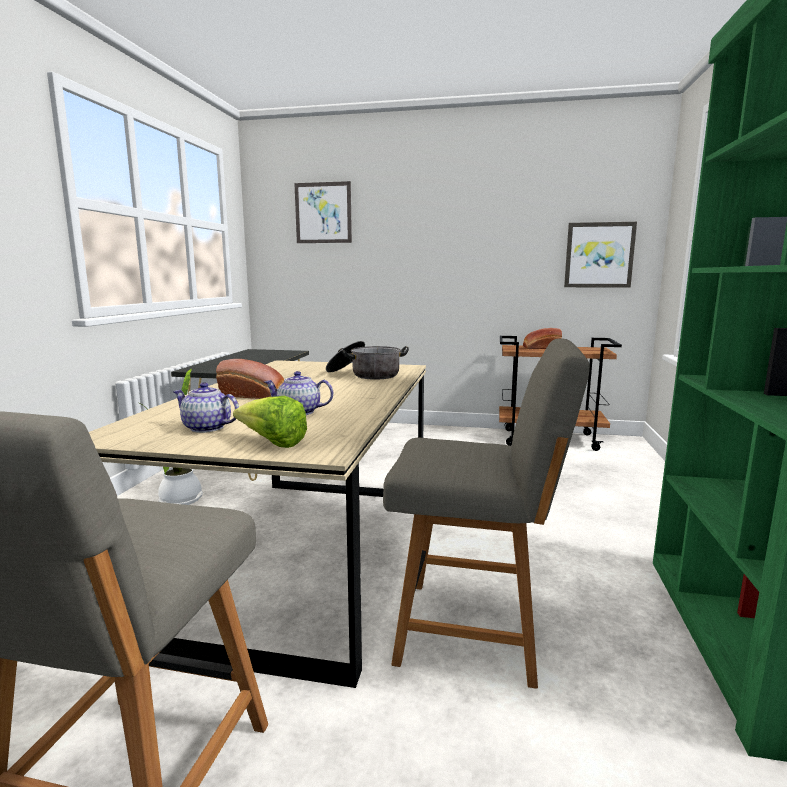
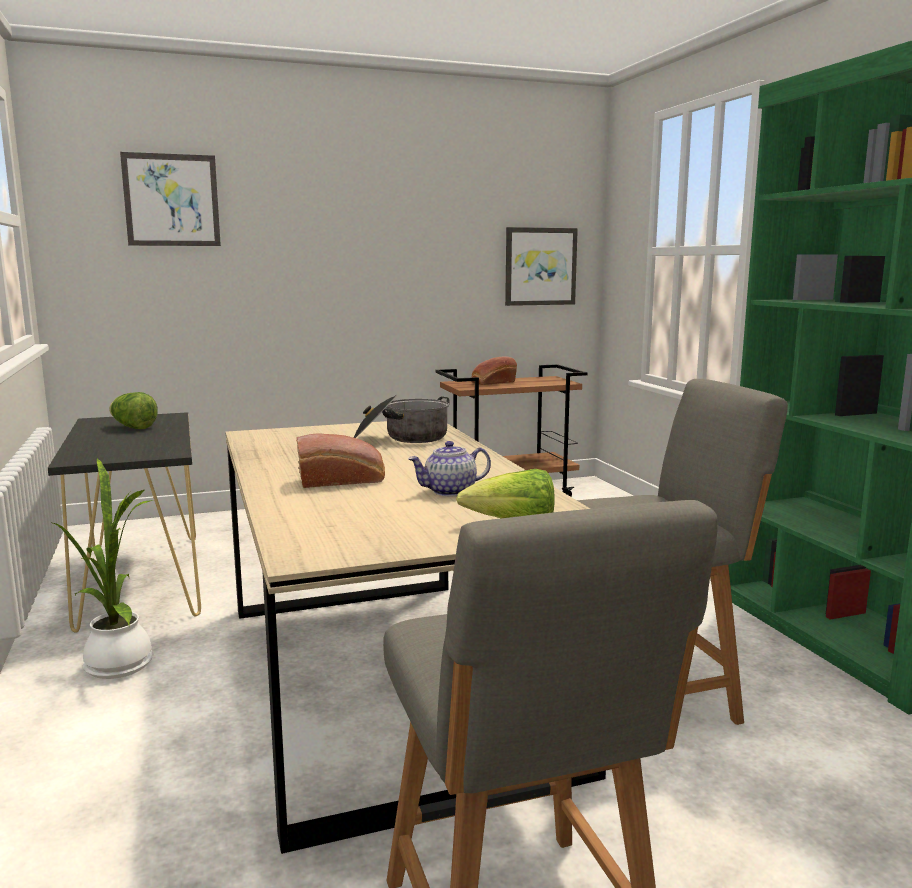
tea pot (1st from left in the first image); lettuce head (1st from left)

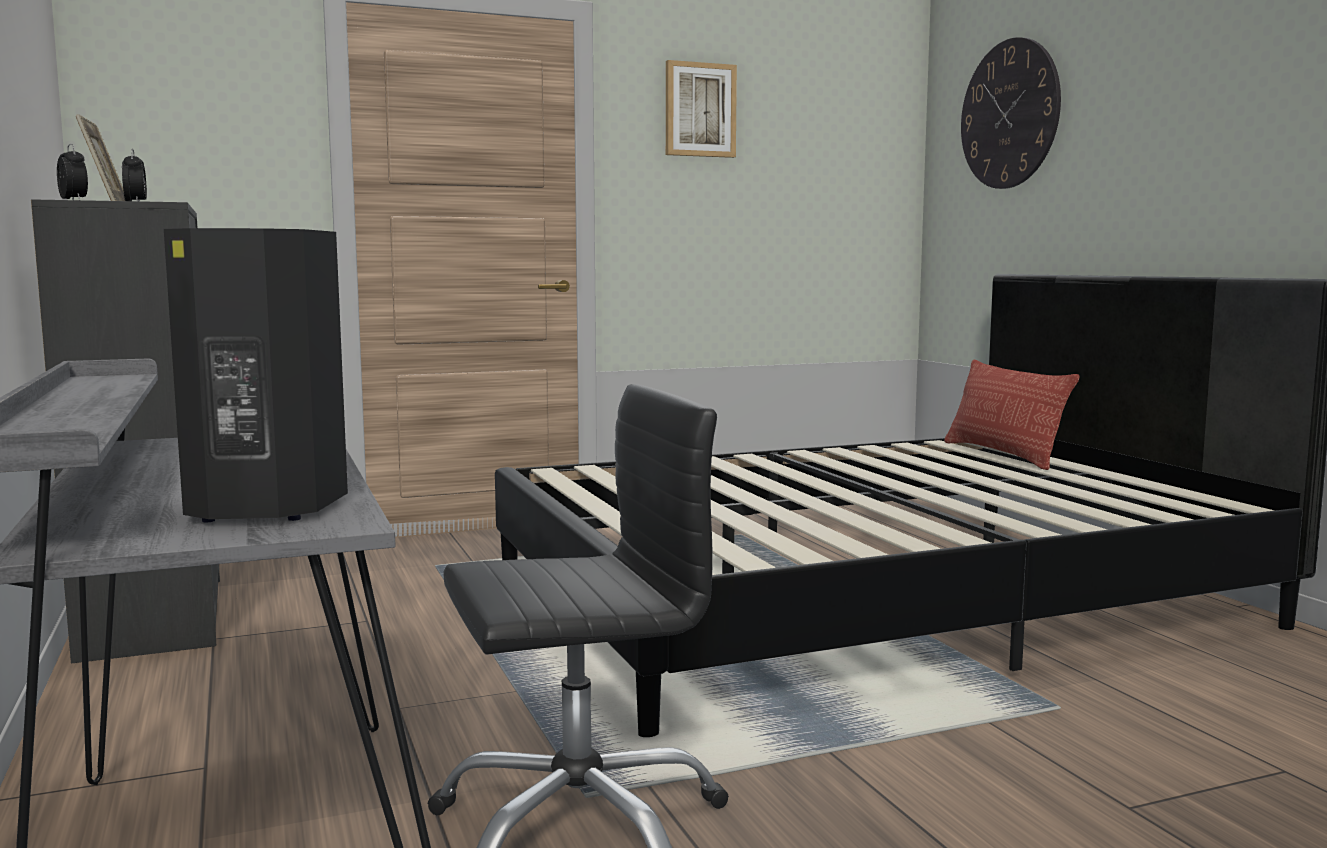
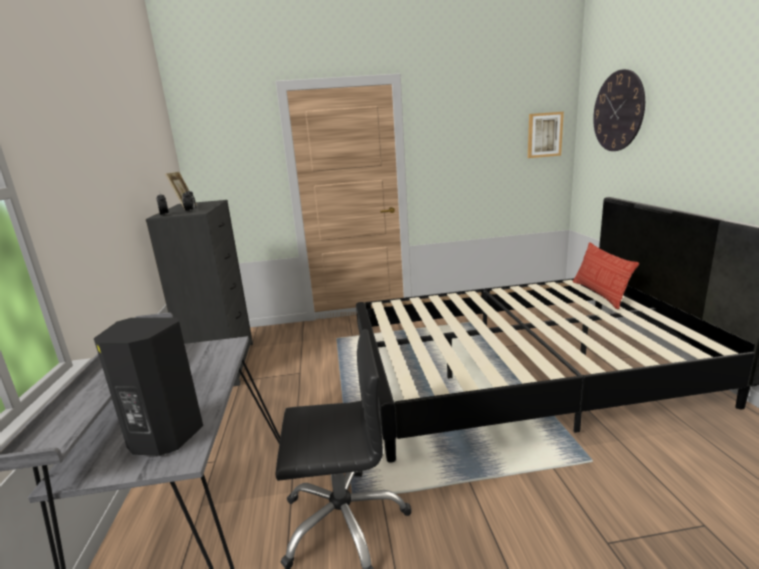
wall picture

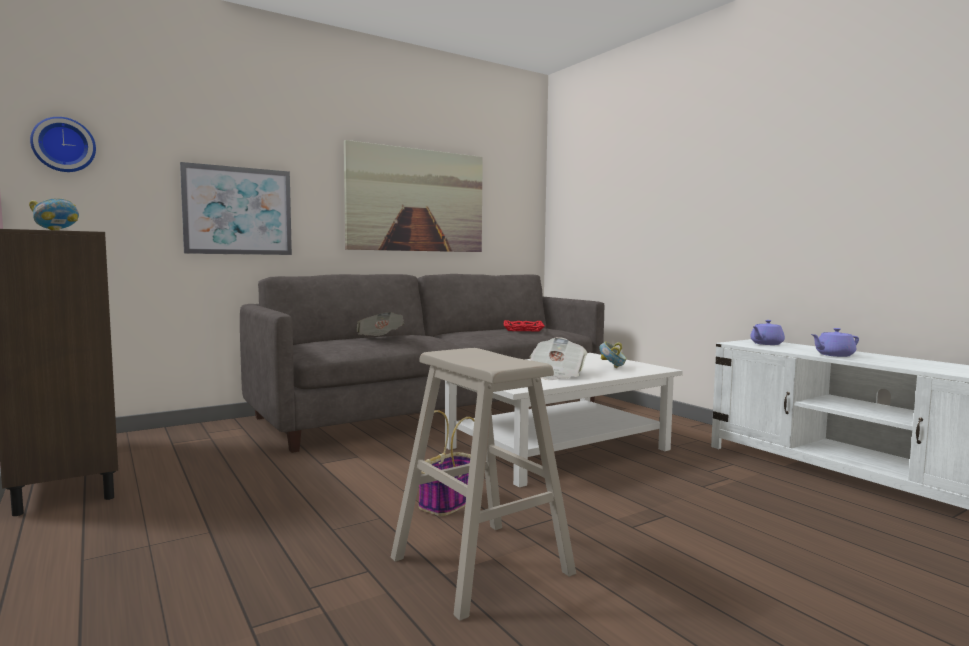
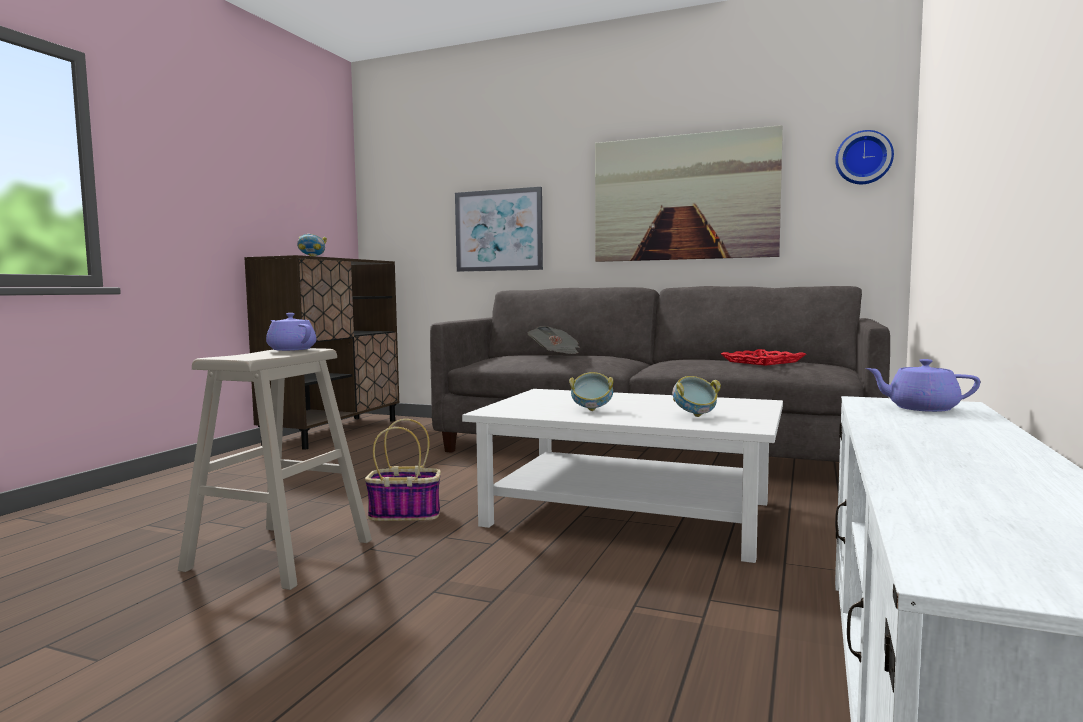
clock on the wall; tea pot/purple (1st from left); deep dish (2nd from left)

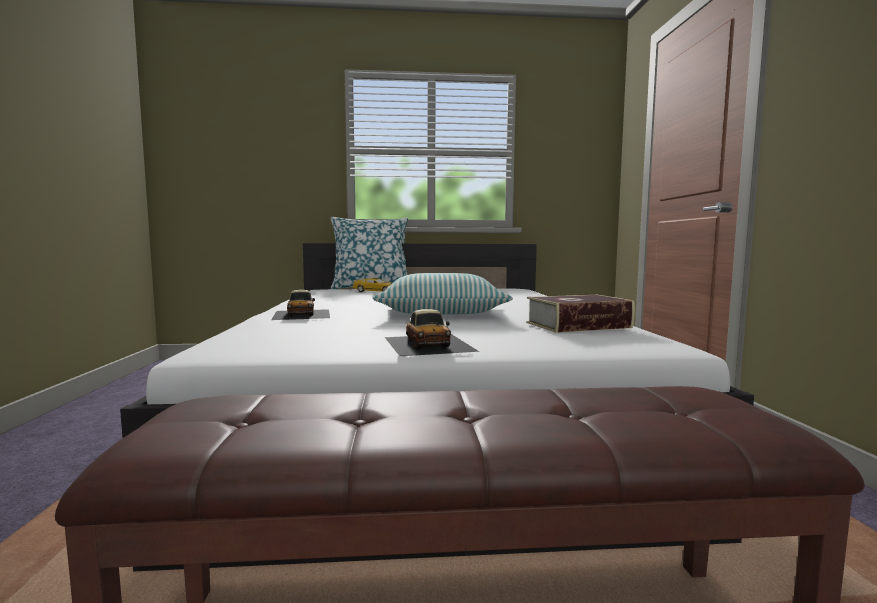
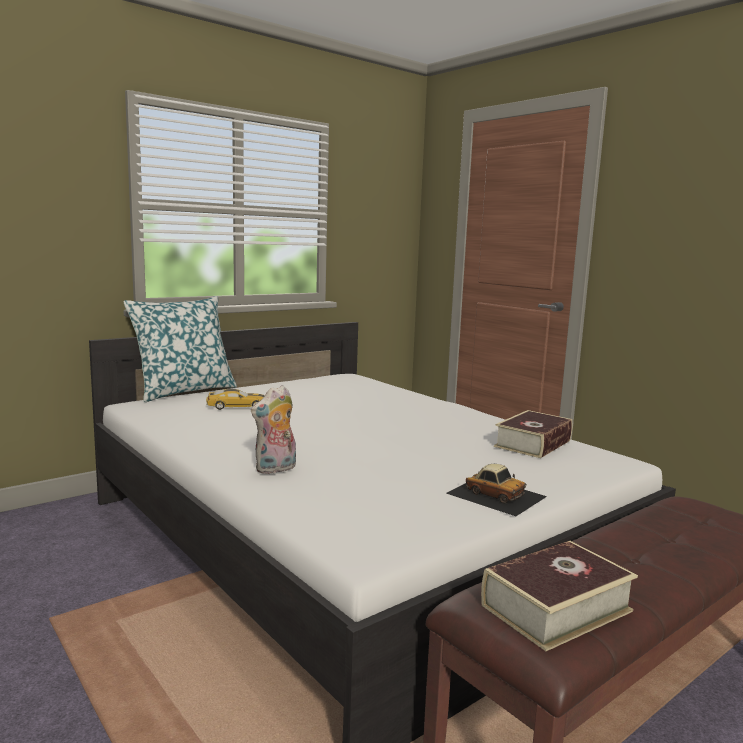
throw pillow (2nd from left in the first image); bound book (2nd from left); plush toy

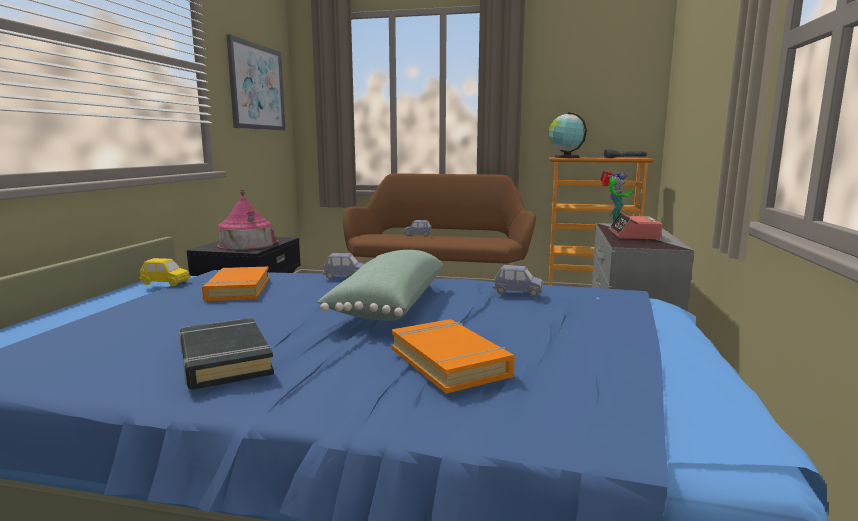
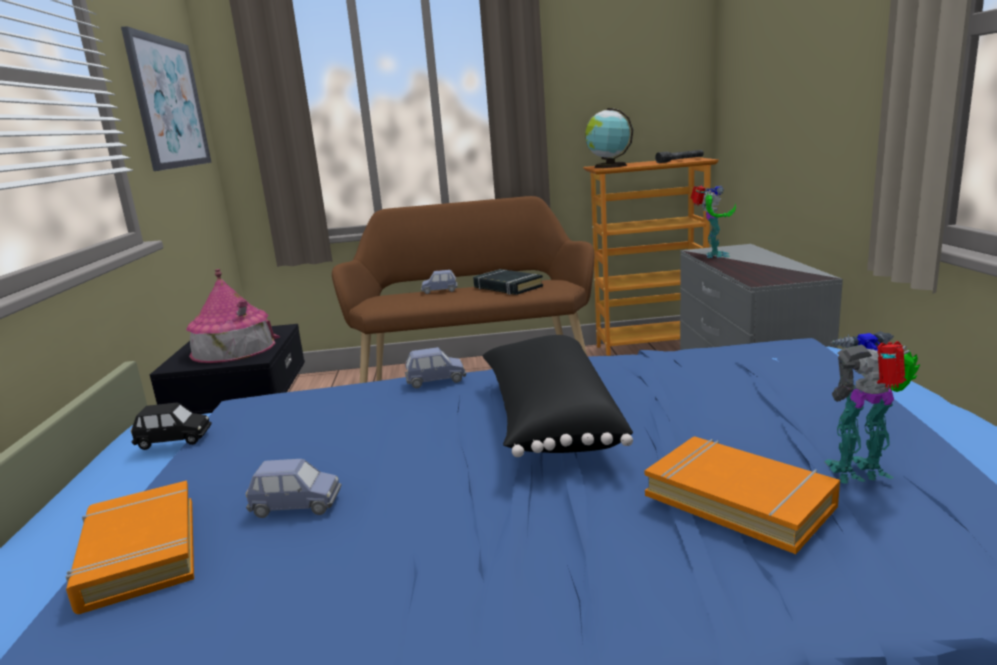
alarm clock; model robot (2nd from left); bound book/blackish; bound book/orange (1st from left); toy car/bluish (1st from left); toy car/blackish; throw pillow/blackish

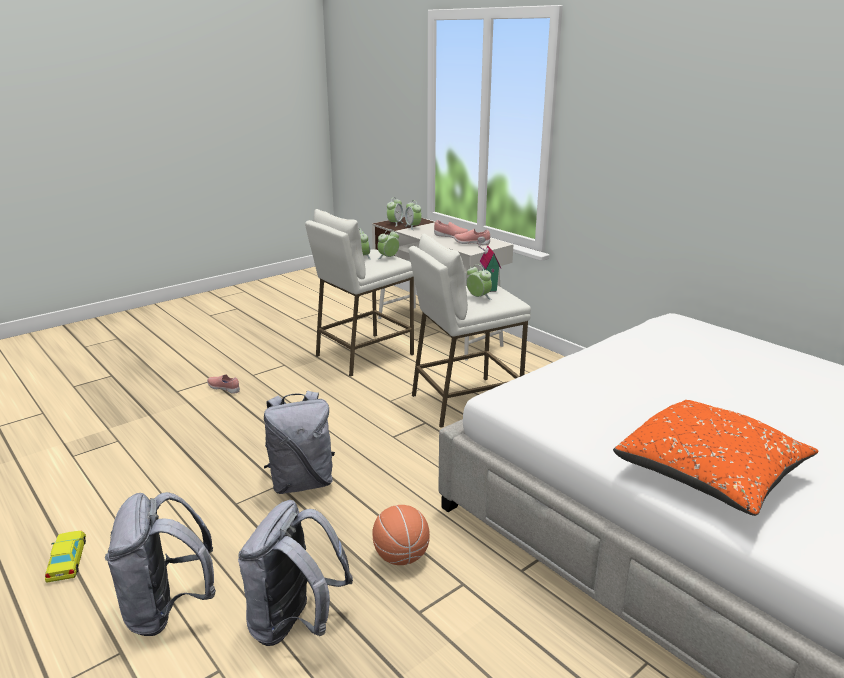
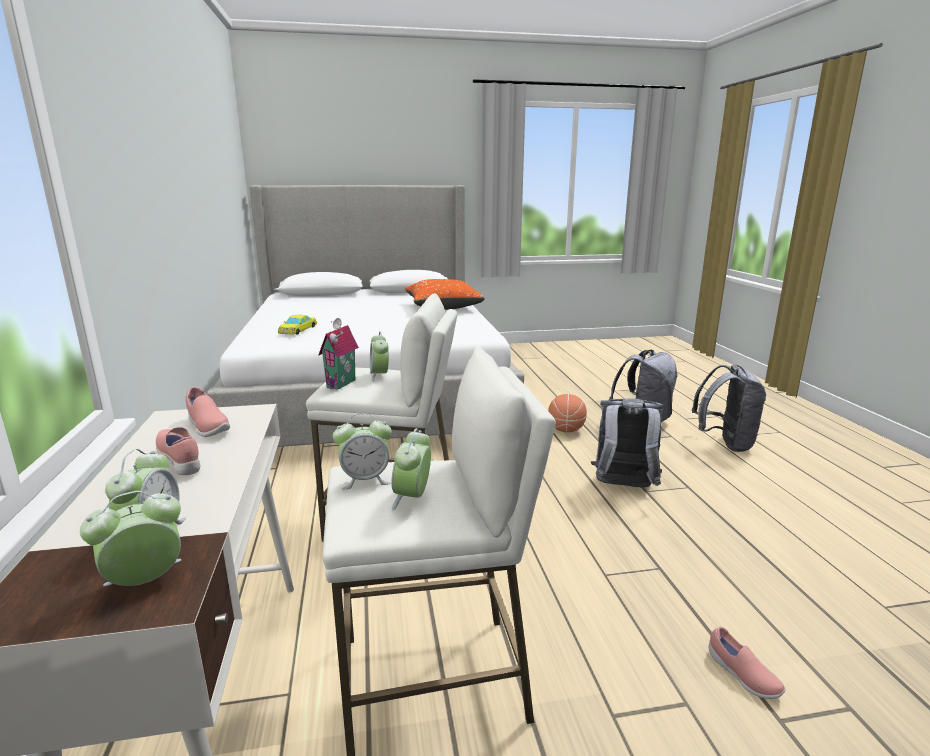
toy car/yellowish

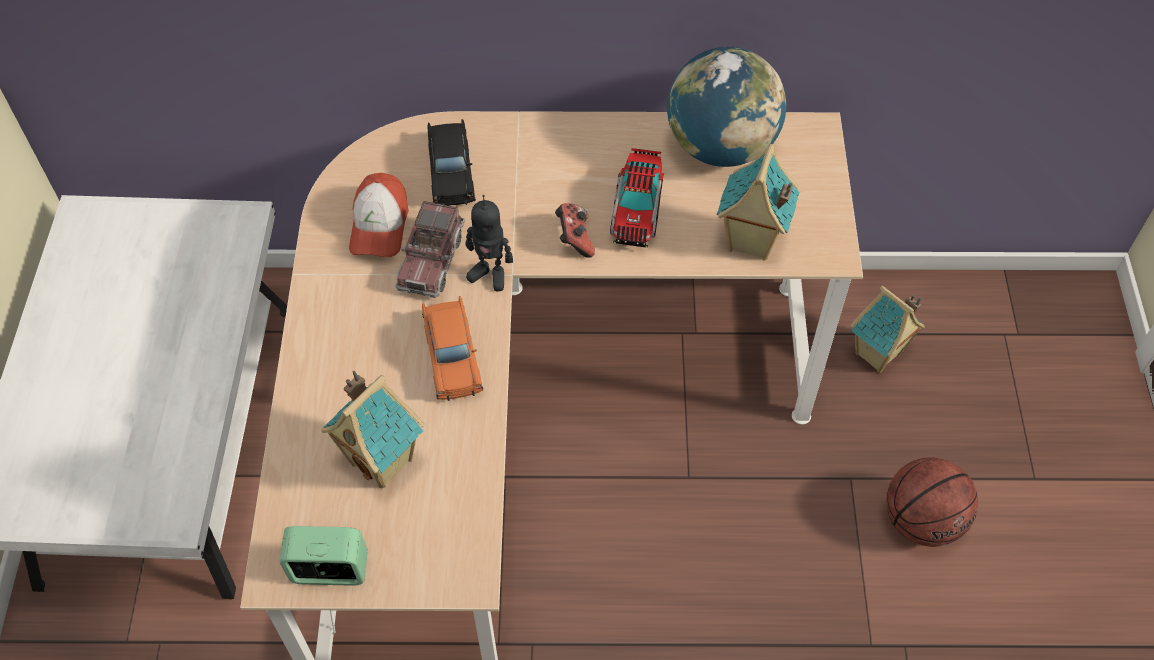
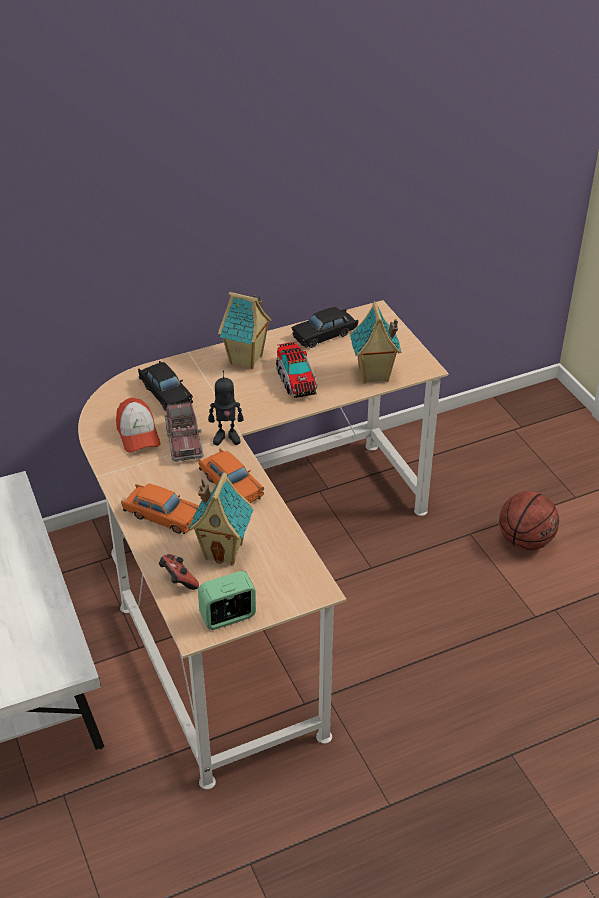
toy car/orange (1st from left); joypad; model house (2nd from left); toy car/blackish (2nd from left)

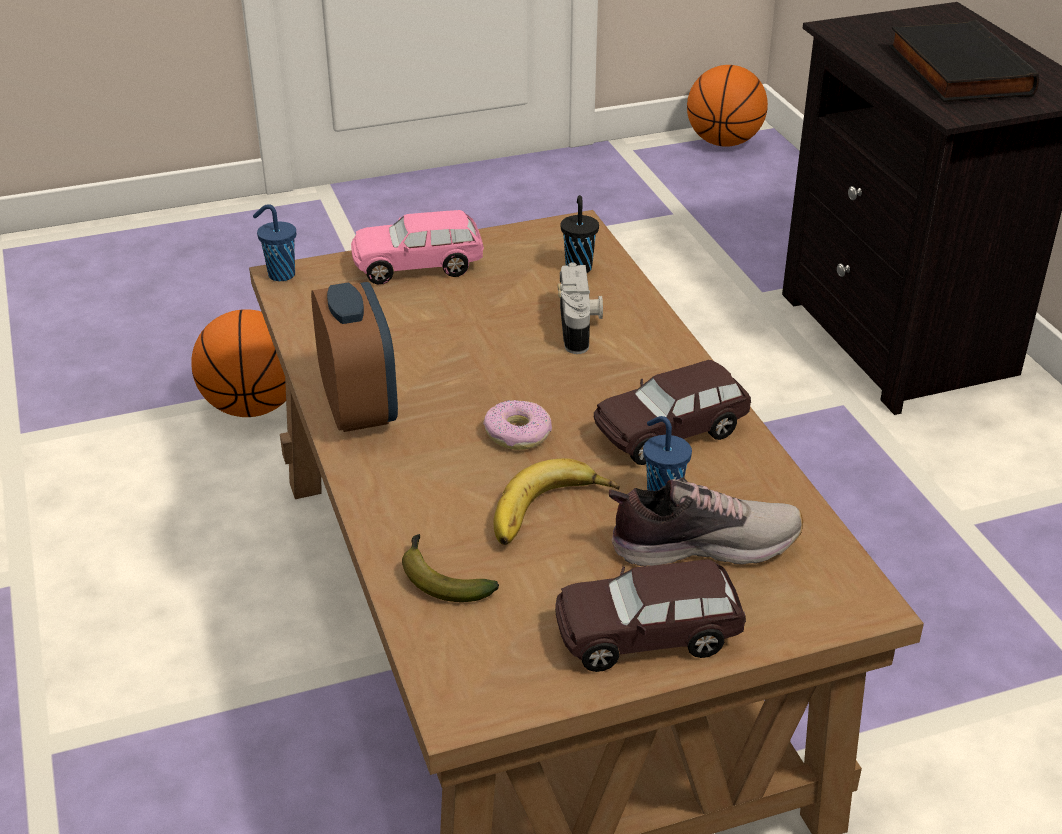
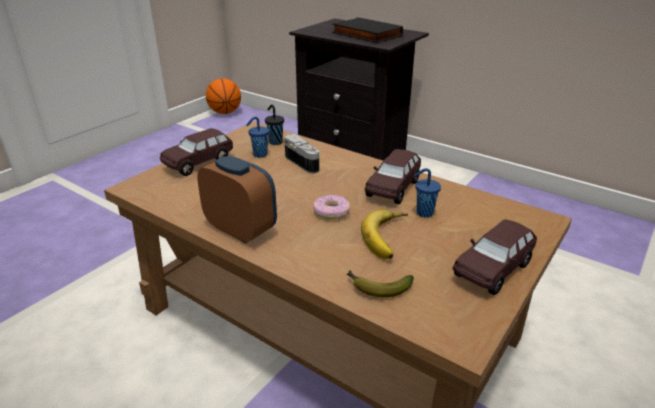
basketball (1st from left in the first image); item of footwear; drinking cup/bluish (1st from left); toy car/brown (1st from left)

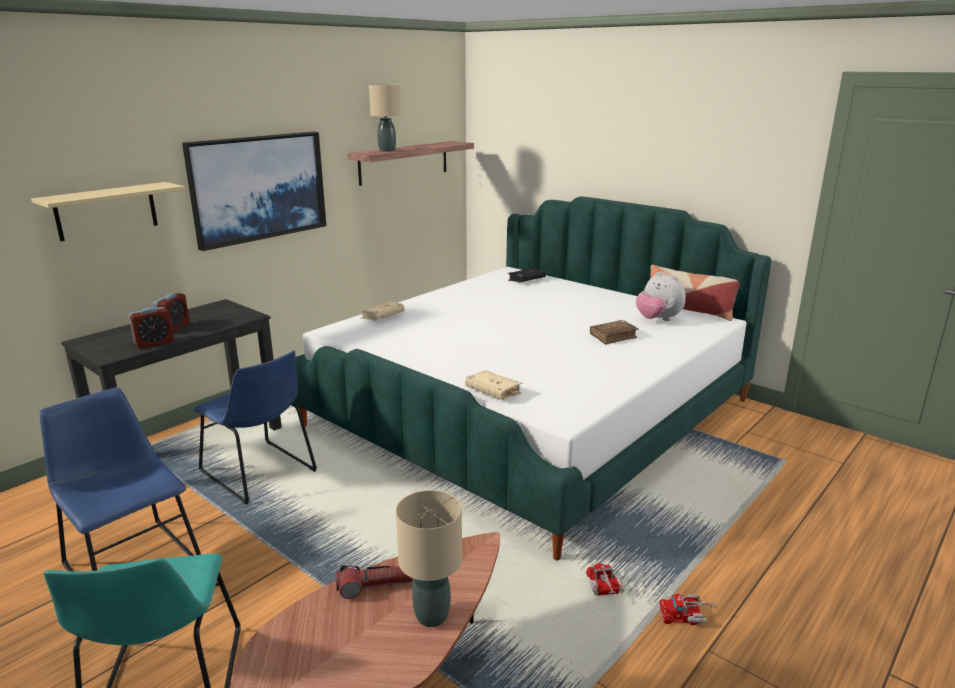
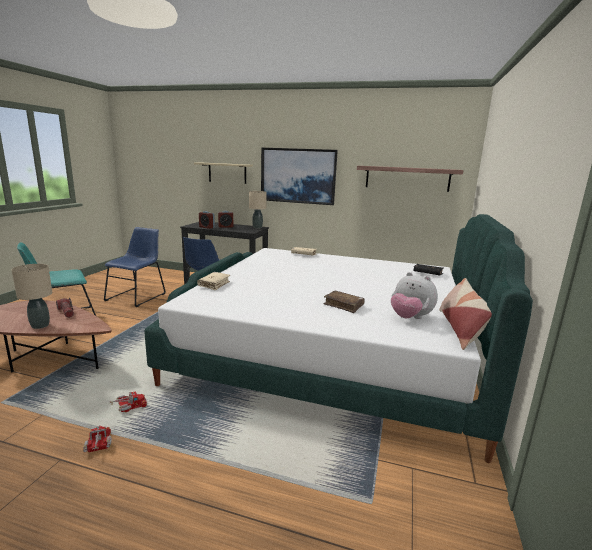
table lamp/sand-coloured (2nd from left); plush toy

